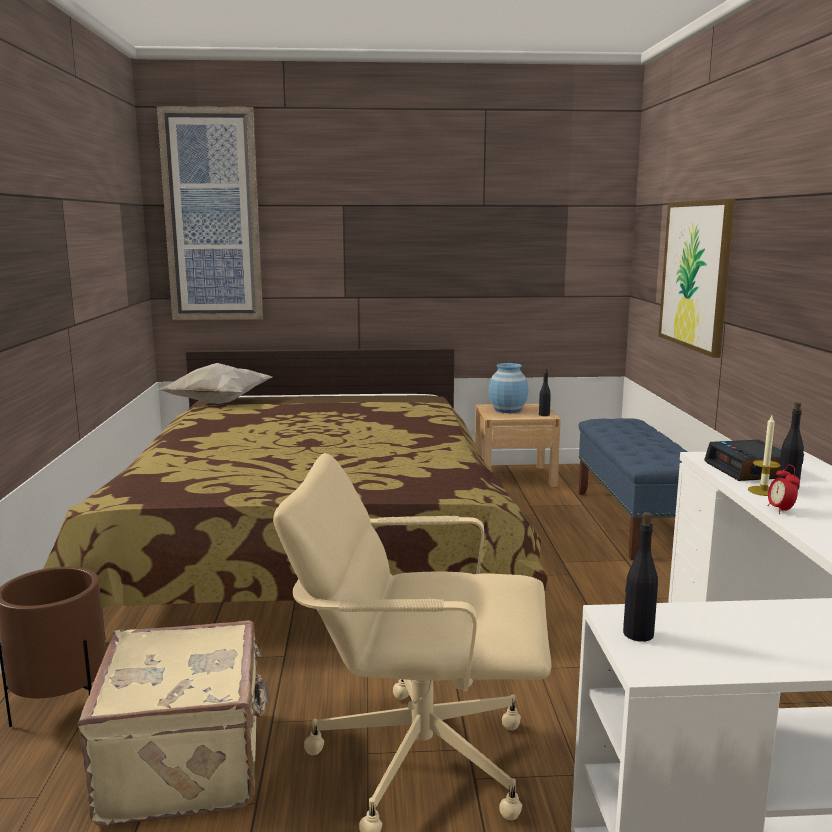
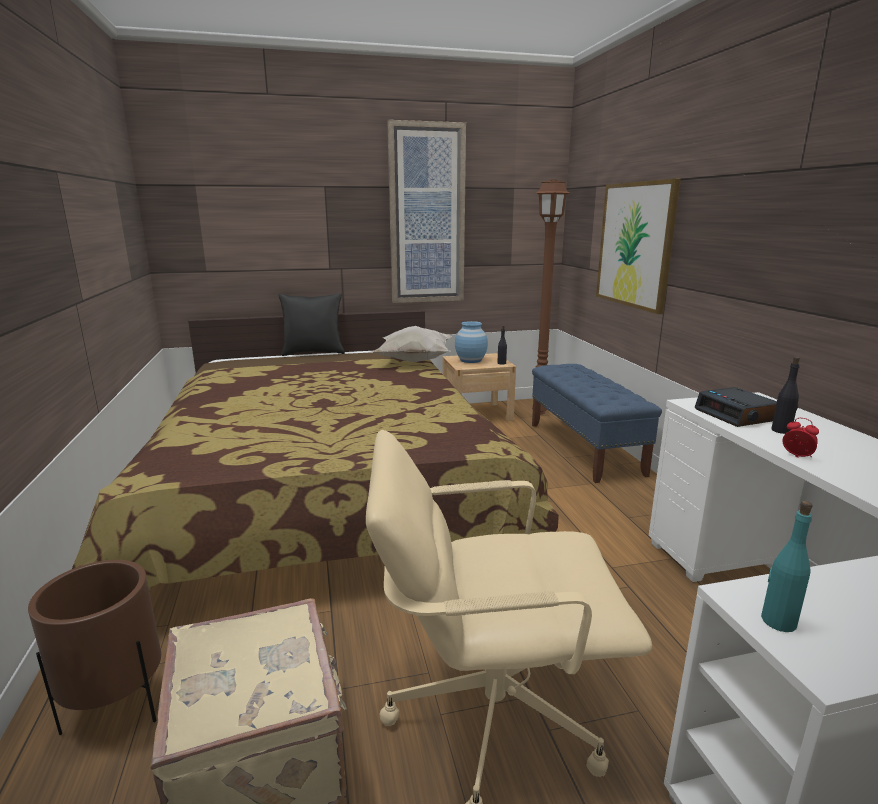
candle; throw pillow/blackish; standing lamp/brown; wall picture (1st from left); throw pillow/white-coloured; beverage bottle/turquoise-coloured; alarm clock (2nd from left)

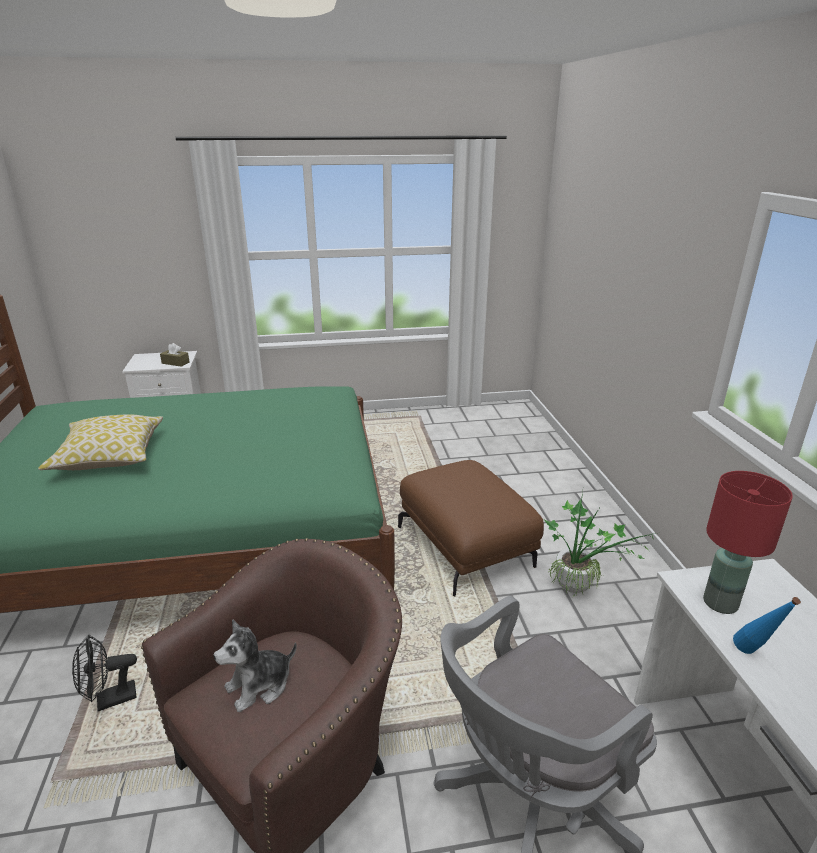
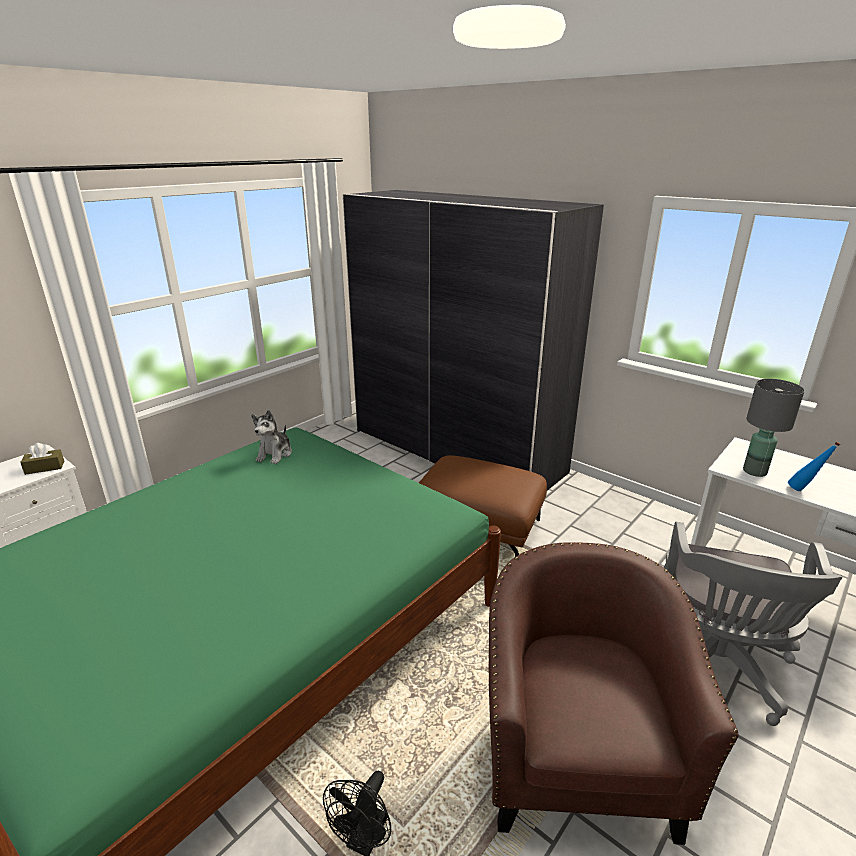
throw pillow; plant in a pot; clothes cupboard/gray; plush toy; table lamp/gray

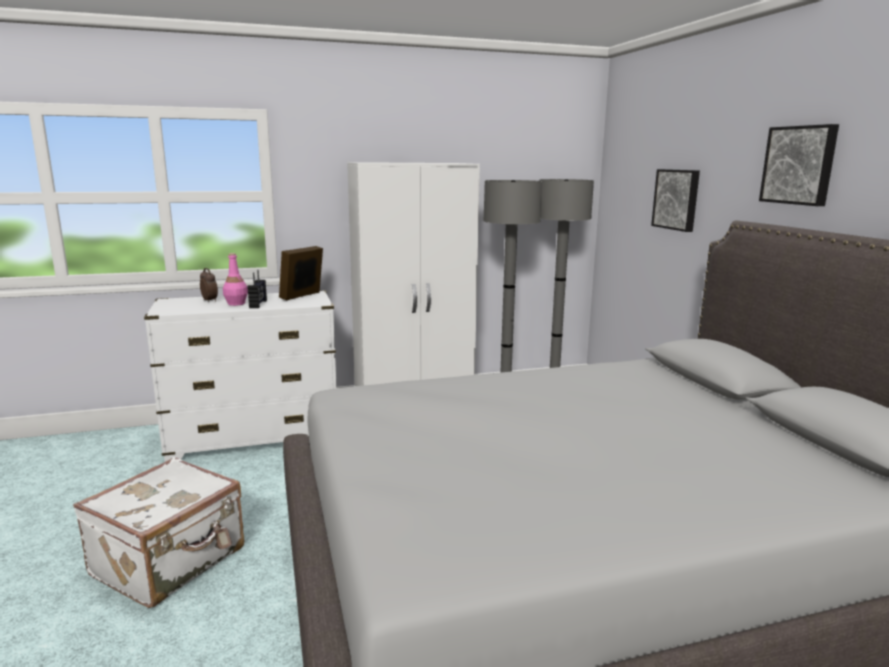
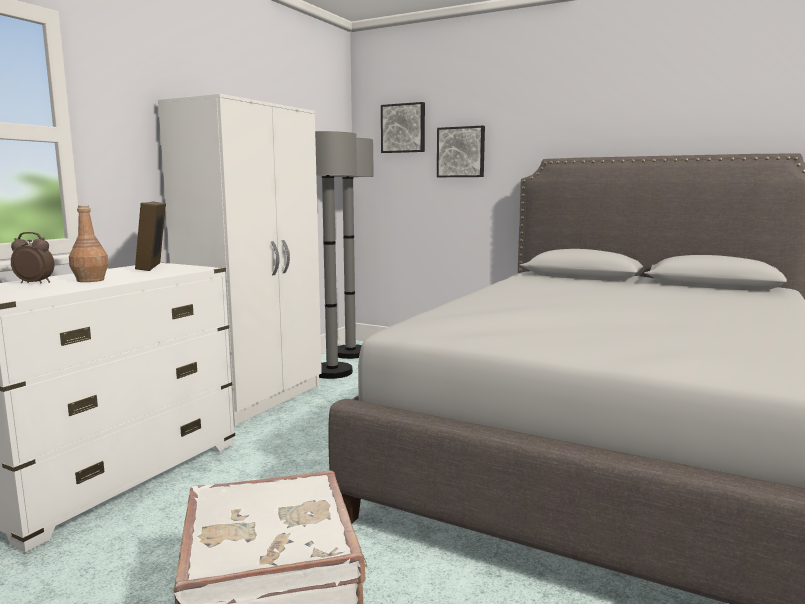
radio set; wall picture (1st from left); beverage bottle/brown

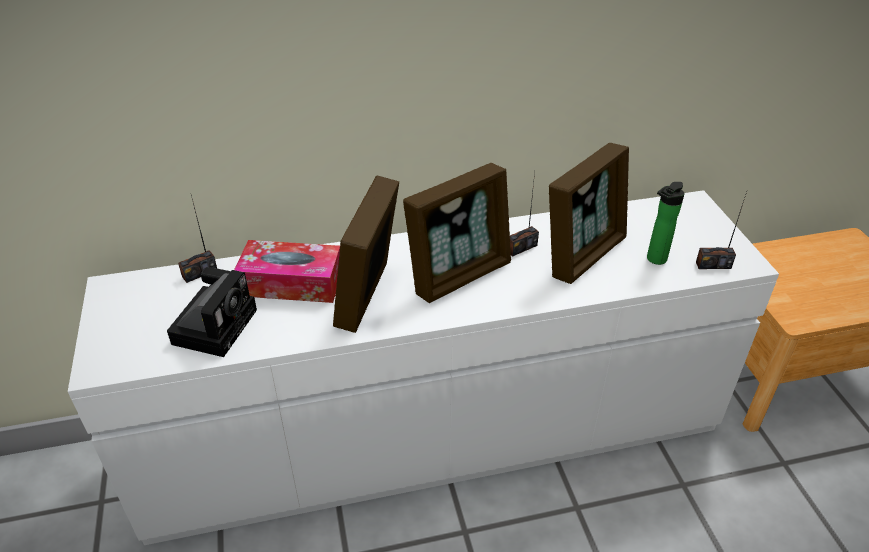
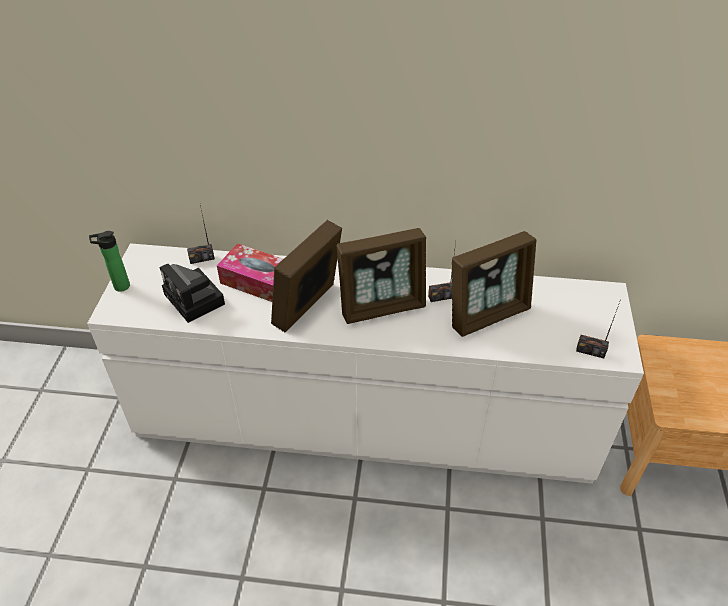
beverage bottle; still camera

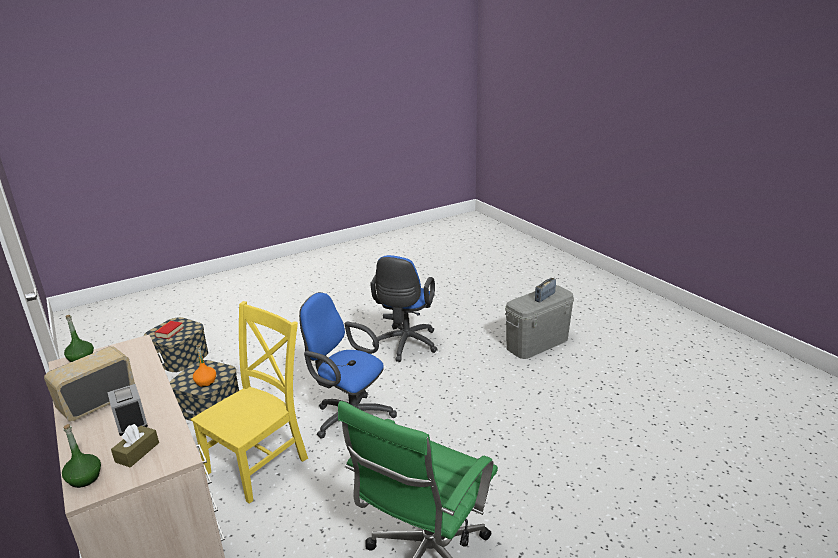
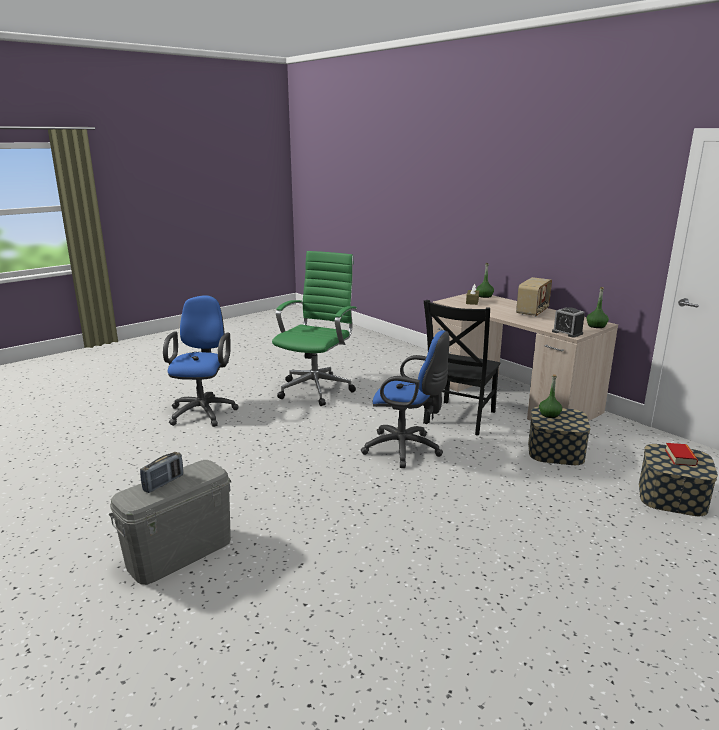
alarm clock; office chair/bluish (1st from left); chair/blackish; beverage bottle/green (2nd from left)

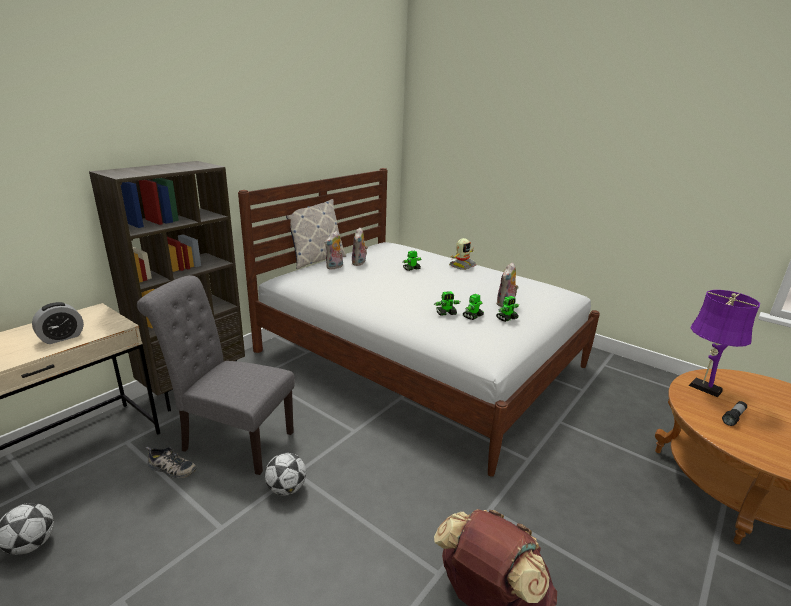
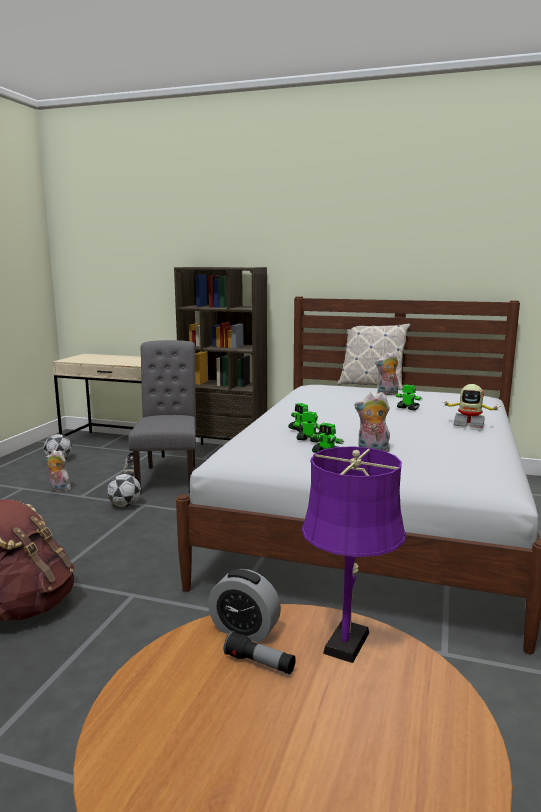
alarm clock; plush toy (1st from left)

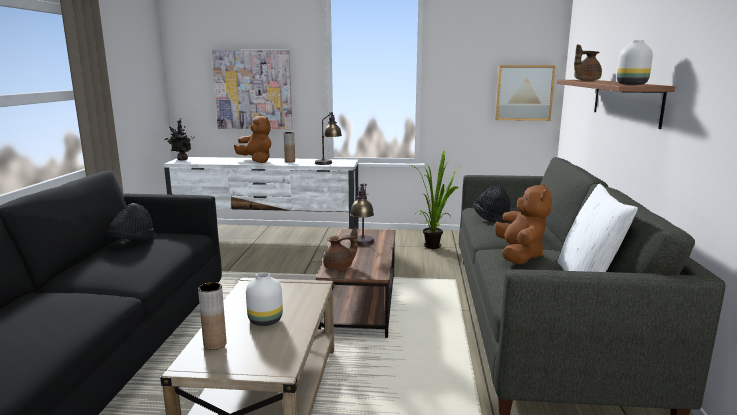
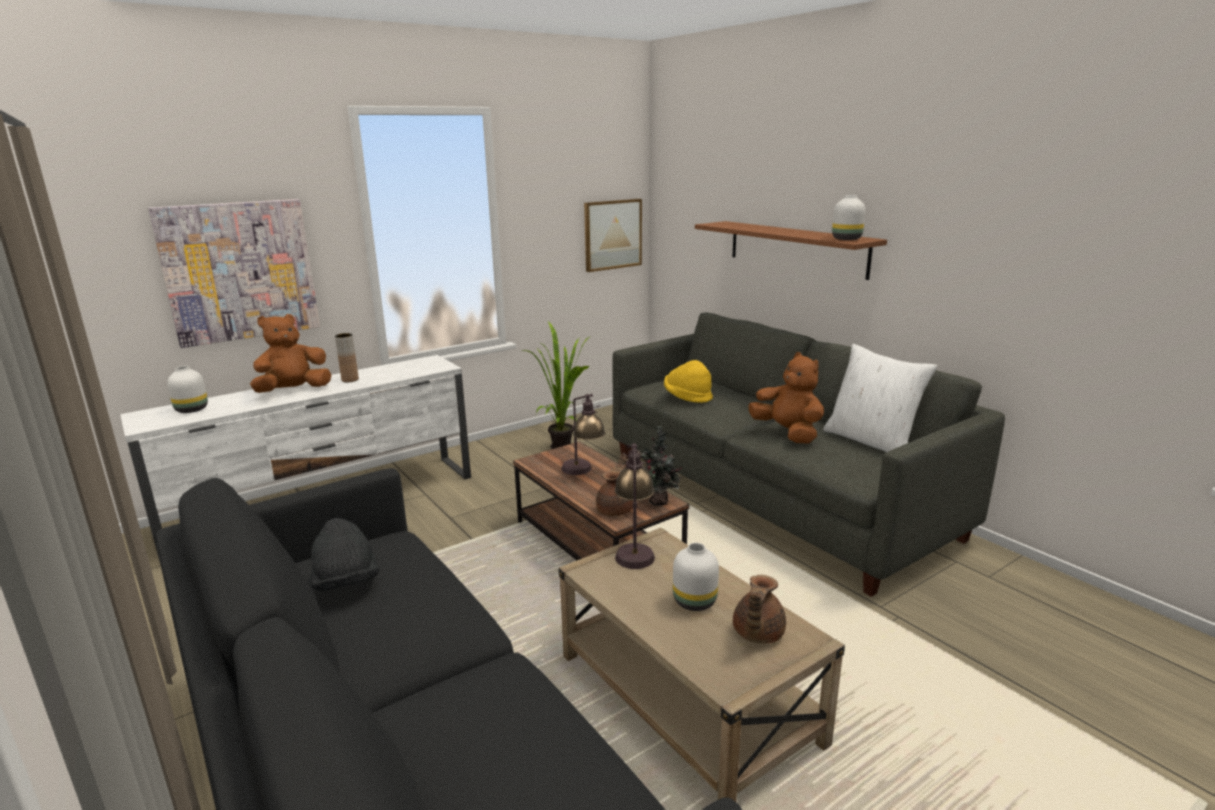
flower vase/brown (1st from left in the first image); flower vase/white-coloured (1st from left); plant in a pot (2nd from left); table lamp (2nd from left); tea pot/brown (2nd from left); wearable hat/yellowish; plush toy/brown (1st from left)

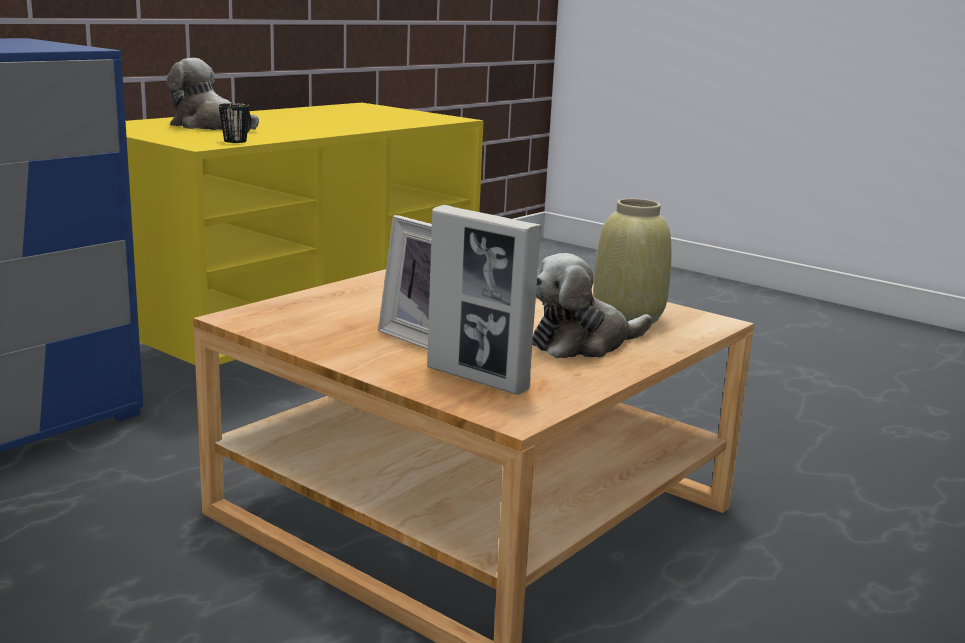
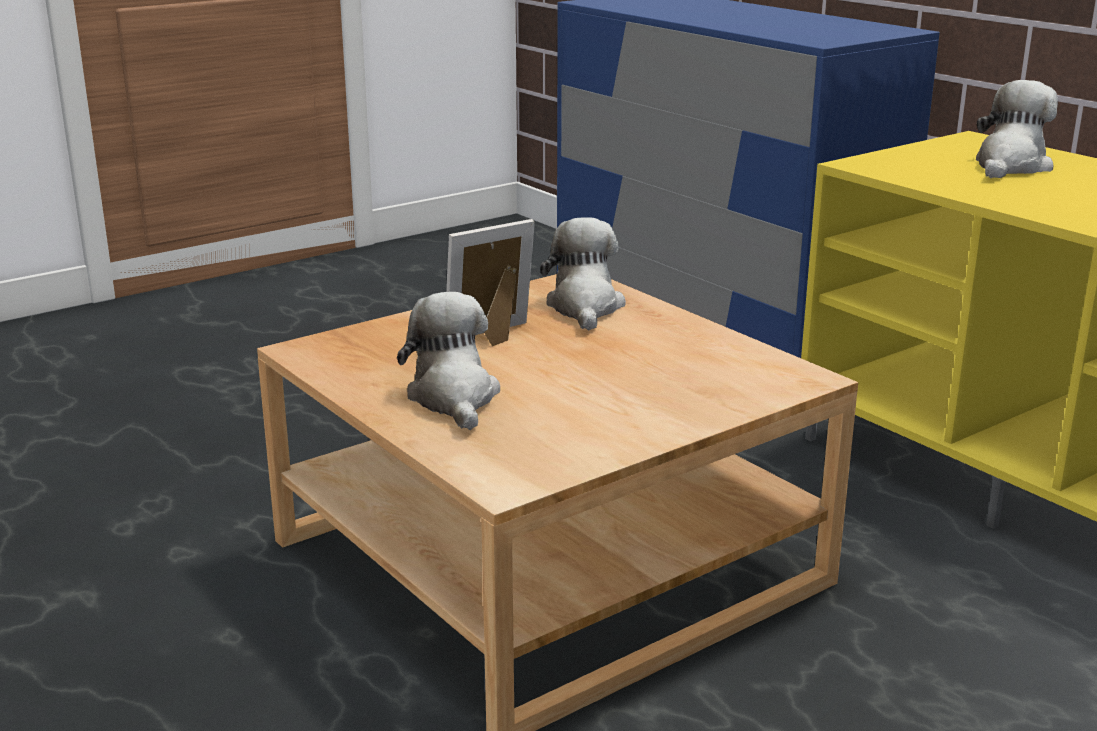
coffee mug/blackish; photo frame (2nd from left in the first image); flower vase/sand-coloured; plush toy (2nd from left)

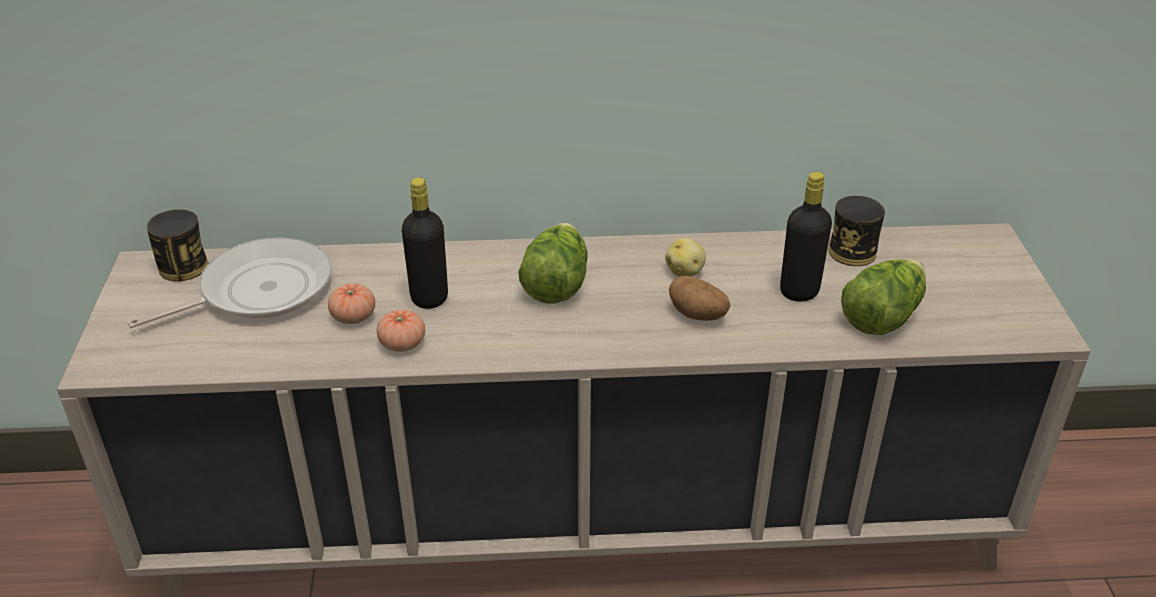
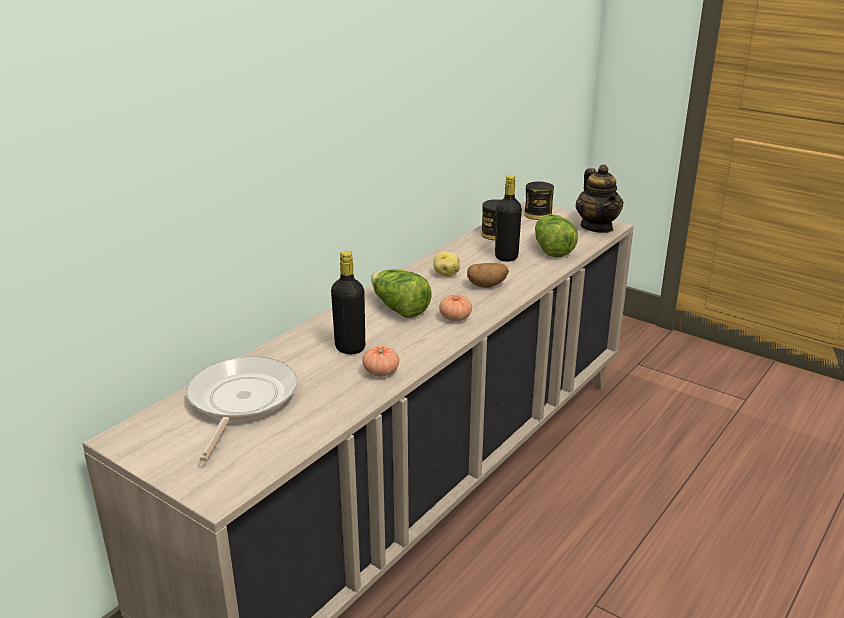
tea pot; can (2nd from left); fresh tomato (2nd from left)

